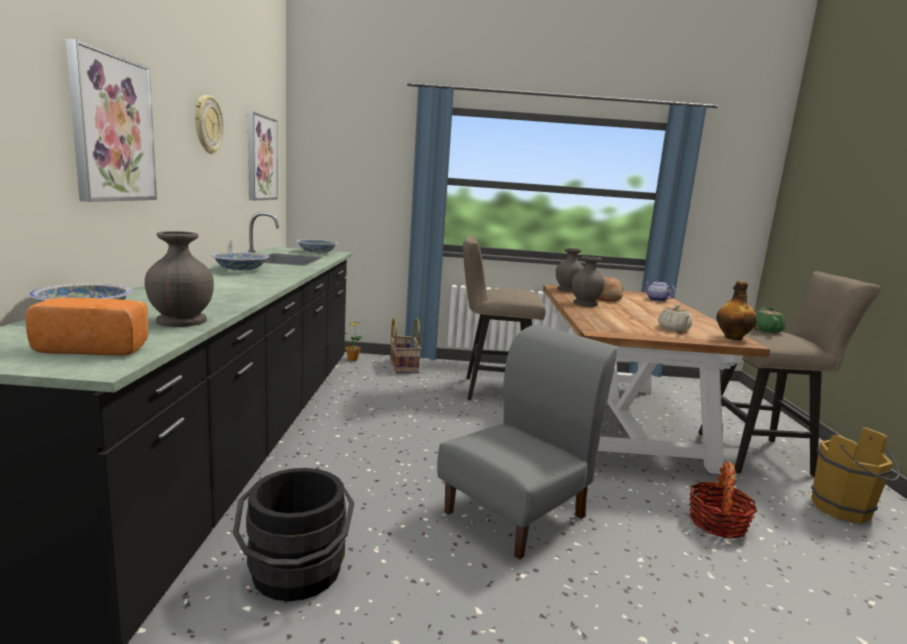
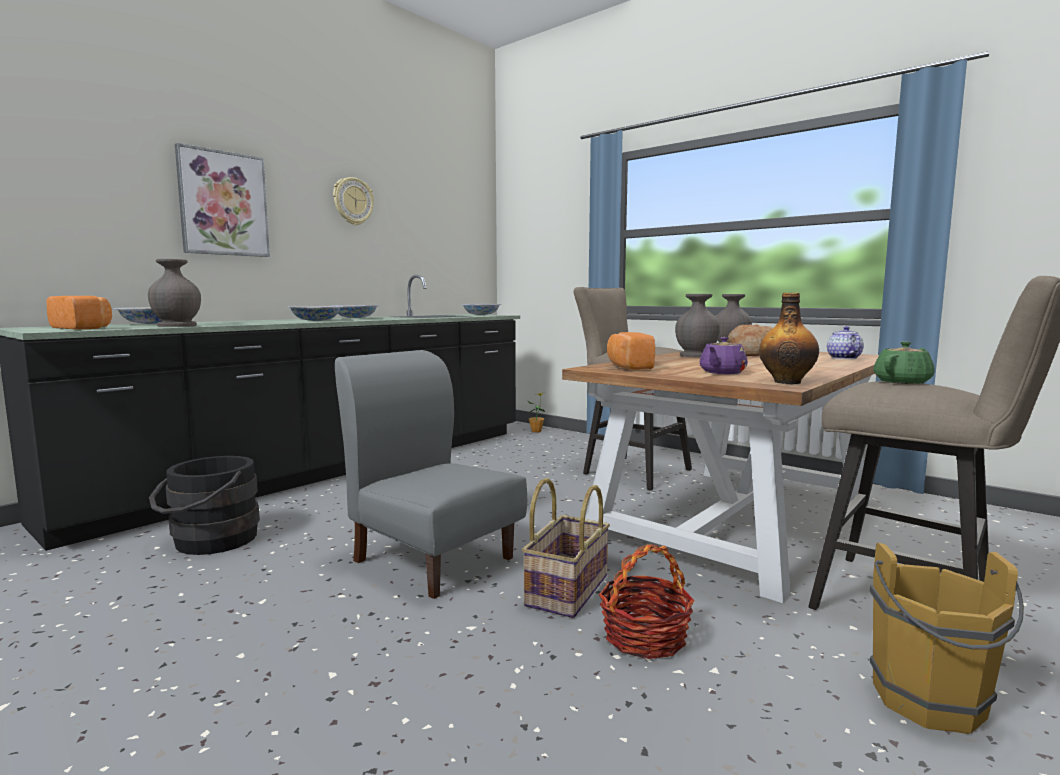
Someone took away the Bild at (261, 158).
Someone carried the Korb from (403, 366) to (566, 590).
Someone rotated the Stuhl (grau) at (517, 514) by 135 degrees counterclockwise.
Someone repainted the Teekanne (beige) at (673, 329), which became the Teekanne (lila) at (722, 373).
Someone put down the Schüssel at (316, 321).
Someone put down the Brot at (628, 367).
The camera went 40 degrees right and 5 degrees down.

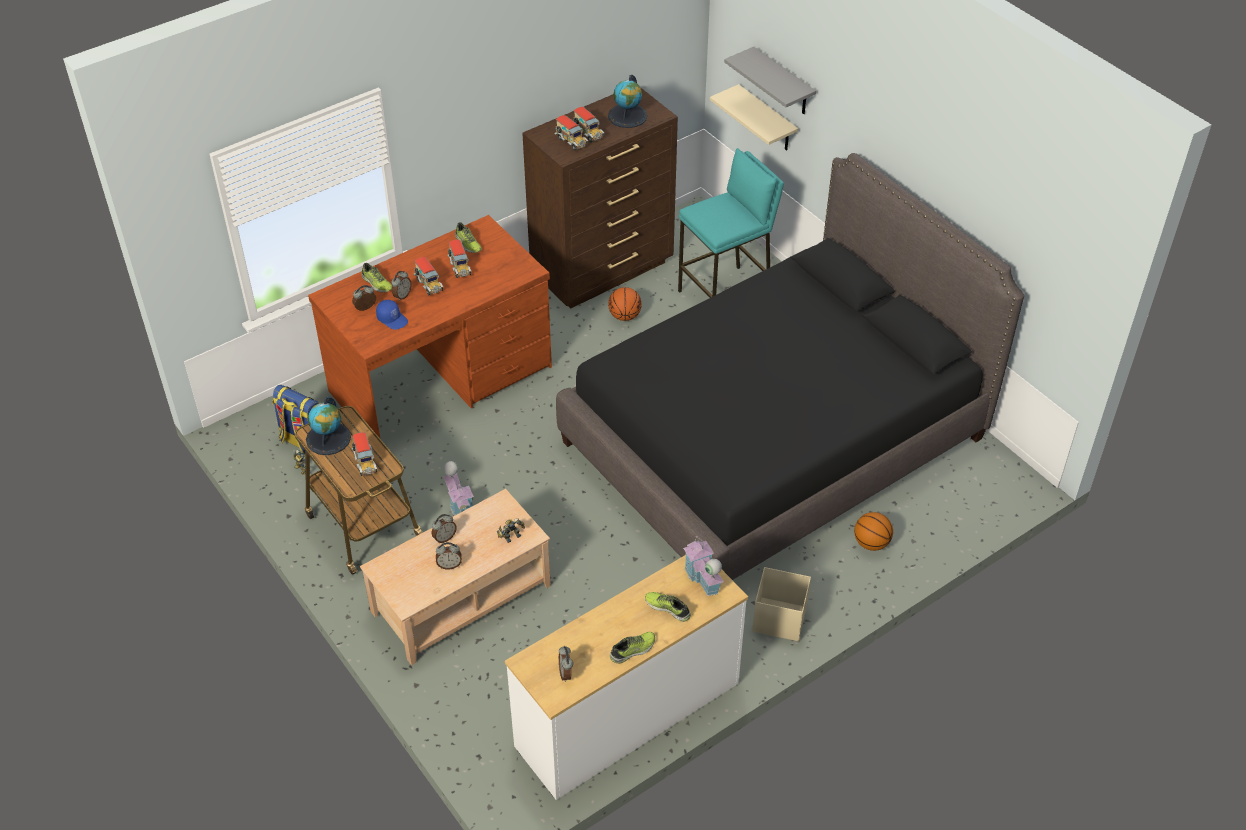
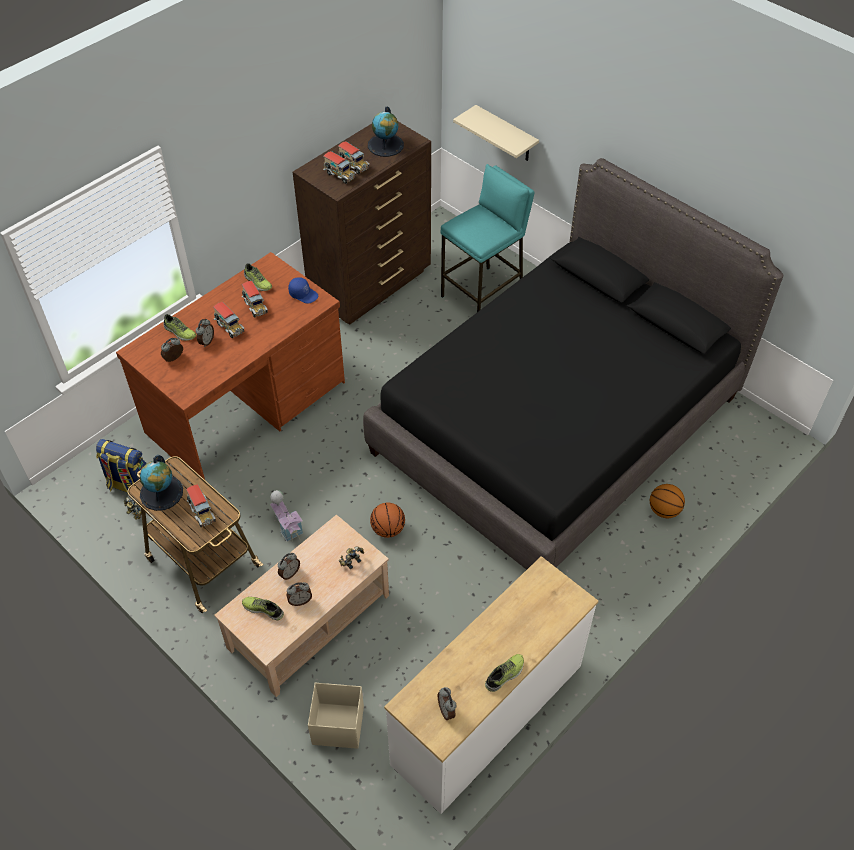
Someone carried the Kappe (blau) from (392, 319) to (303, 294).
Someone carried the Basketball from (625, 316) to (388, 529).
Someone carried the Schuh from (668, 608) to (263, 609).
Someone took away the Spielzeughaus at (702, 579).
Someone took away the Wandregal (grau) at (783, 82).
Someone carried the Aufbewahrungsbox (beige) from (778, 618) to (337, 725).
The camera went 10 degrees left and 5 degrees up.

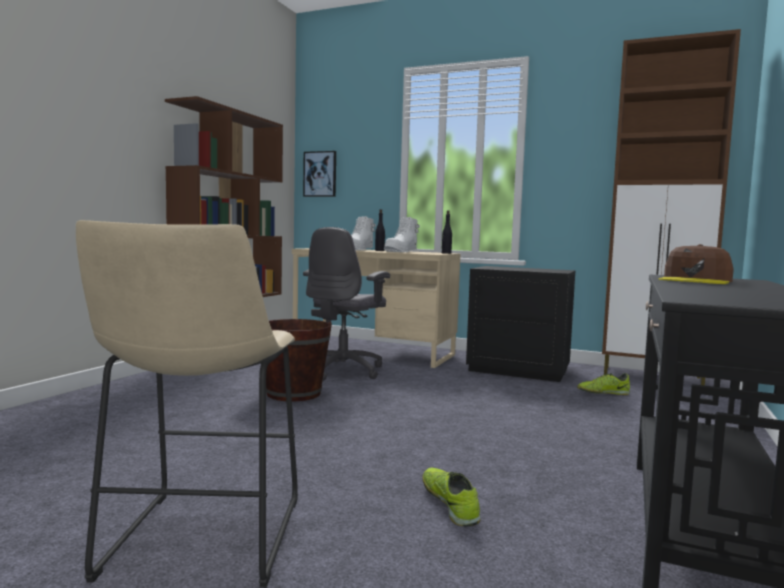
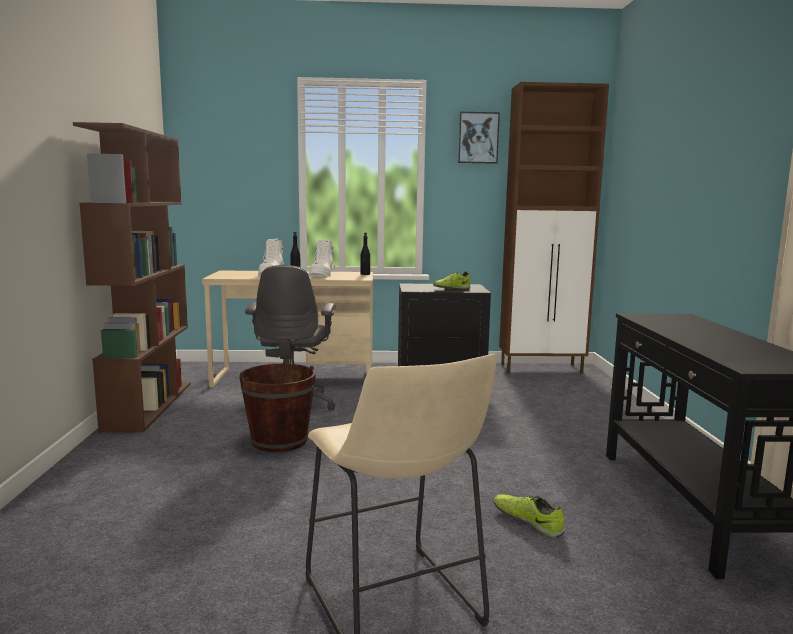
Someone carried the Bild from (320, 174) to (478, 138).
Someone carried the Schuh from (603, 393) to (451, 289).
Someone took away the Kappe (braun) at (695, 281).
The camera went 25 degrees left and 5 degrees up.

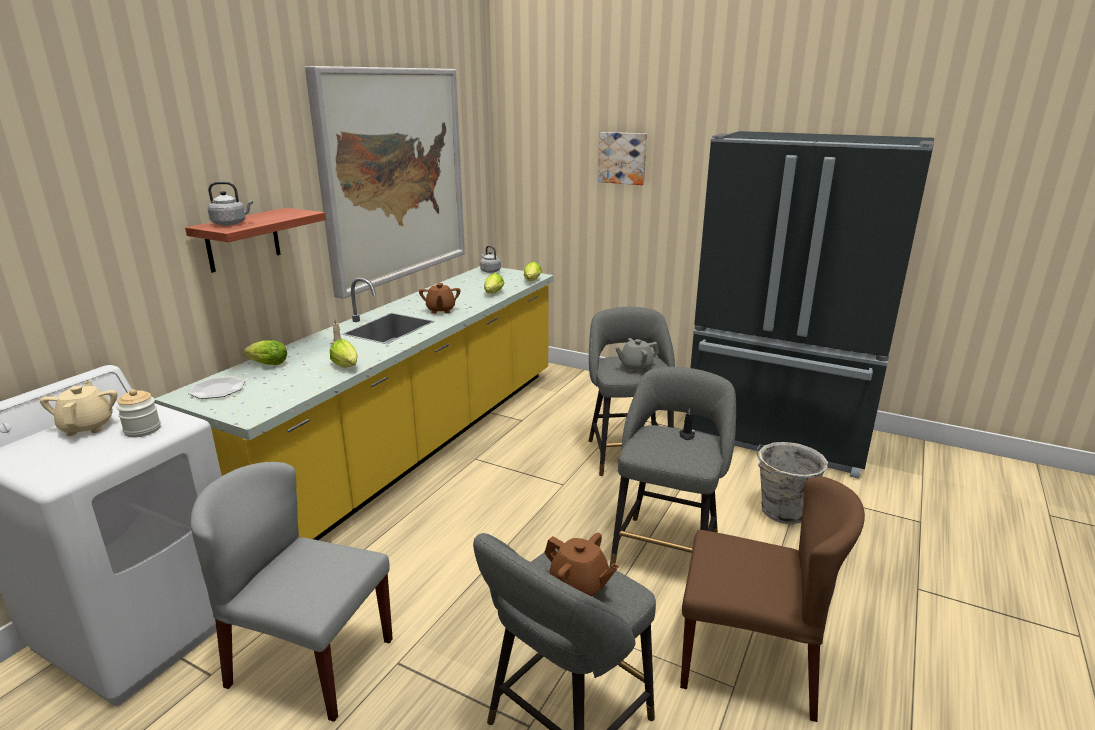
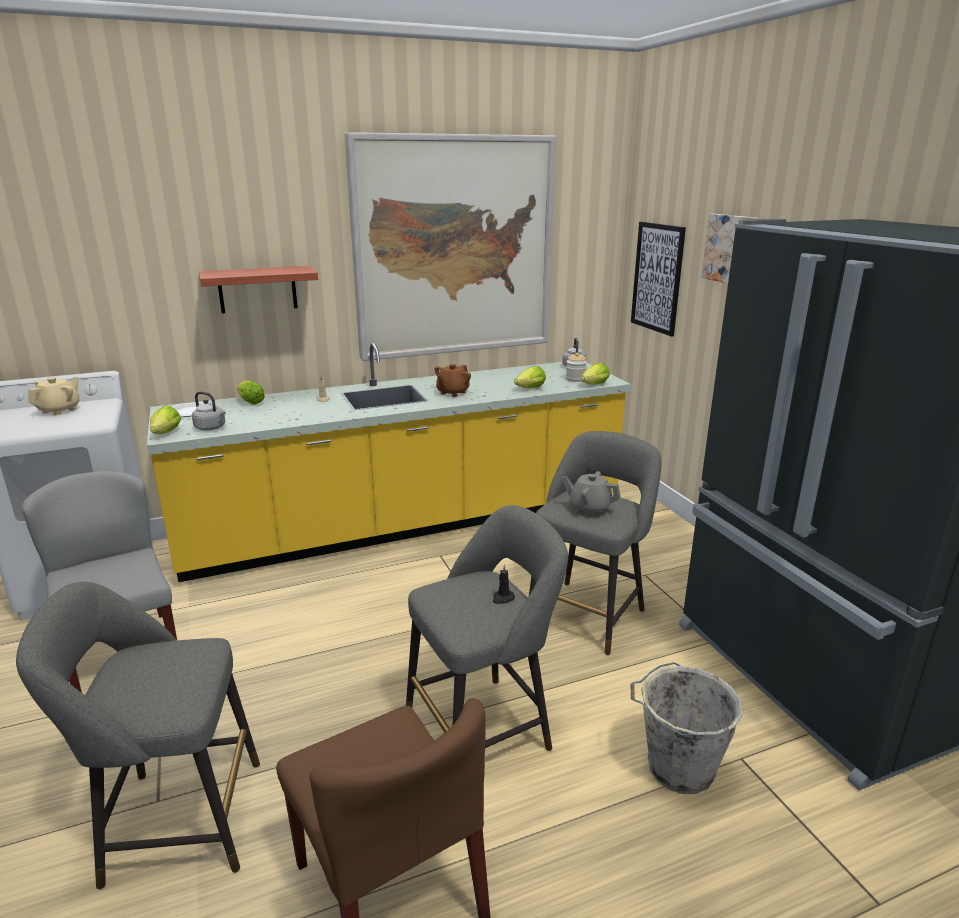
Someone carried the Vorratsglas from (142, 430) to (575, 379).
Someone carried the Wasserkessel (grau) from (231, 223) to (211, 428).
Someone carried the Salatkopf from (347, 367) to (165, 434).
Someone took away the Teekanne (braun) at (579, 586).
Someone put up the Bild at (657, 278).
The camera went 40 degrees right and 0 degrees up.

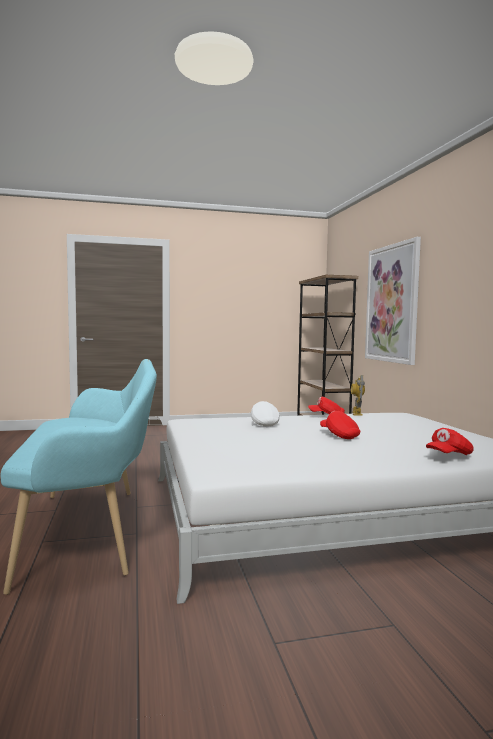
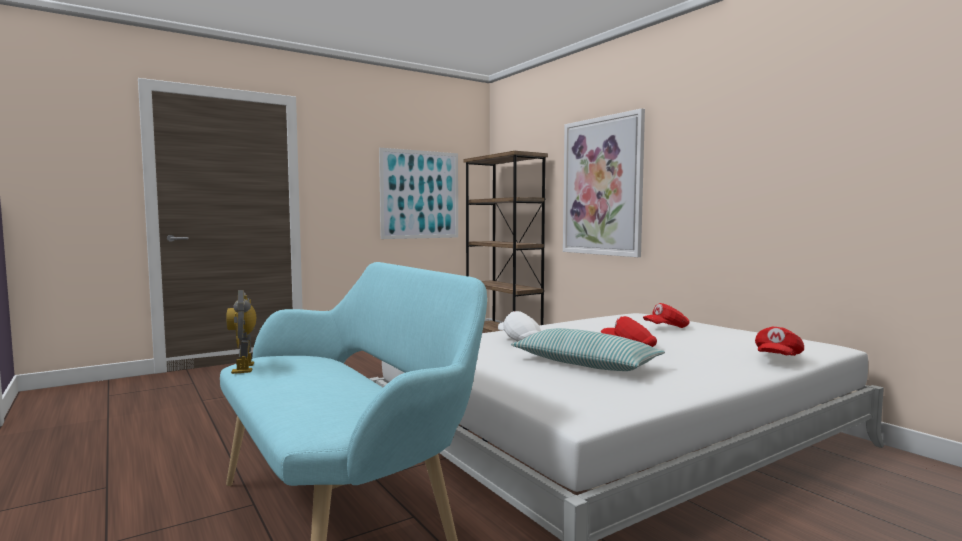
Someone carried the Kappe (rot) from (326, 416) to (666, 328).
Someone carried the Spielzeugroboter from (357, 413) to (244, 368).
Someone put up the Bild at (420, 194).
Someone put down the Kissen at (585, 364).
The camera went 20 degrees left and 0 degrees up.

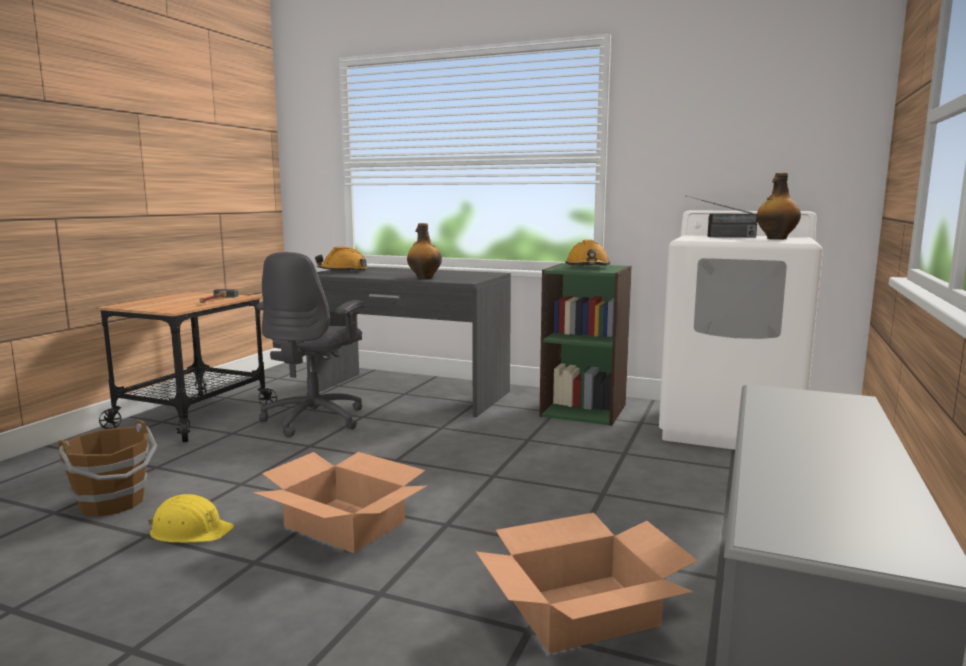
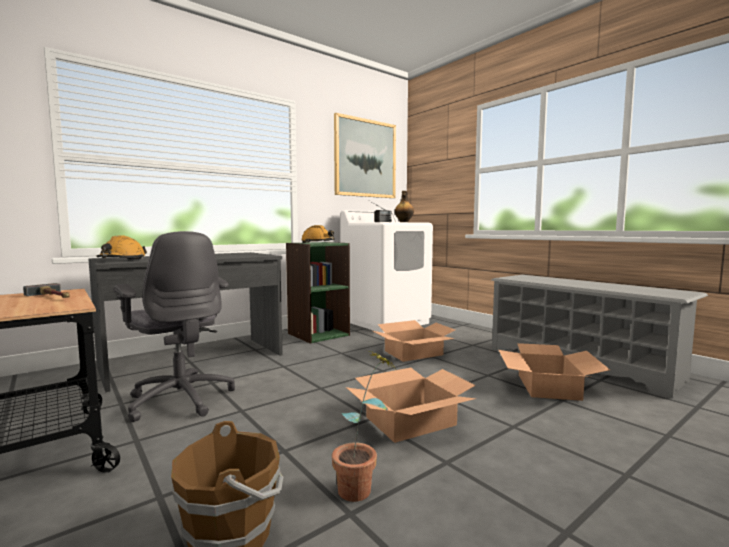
Someone swapped the Schutzhelm (gelb) at (190, 531) for the Topfpflanze at (363, 486).
Someone took away the Flasche at (424, 278).
Someone put up the Bild at (365, 158).
Someone put down the Karton at (413, 353).
The camera went 60 degrees left and 5 degrees down.

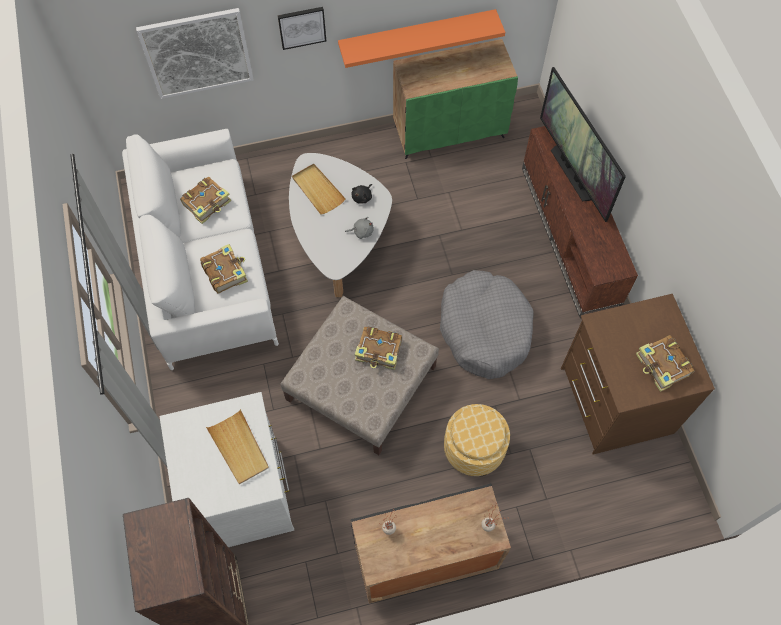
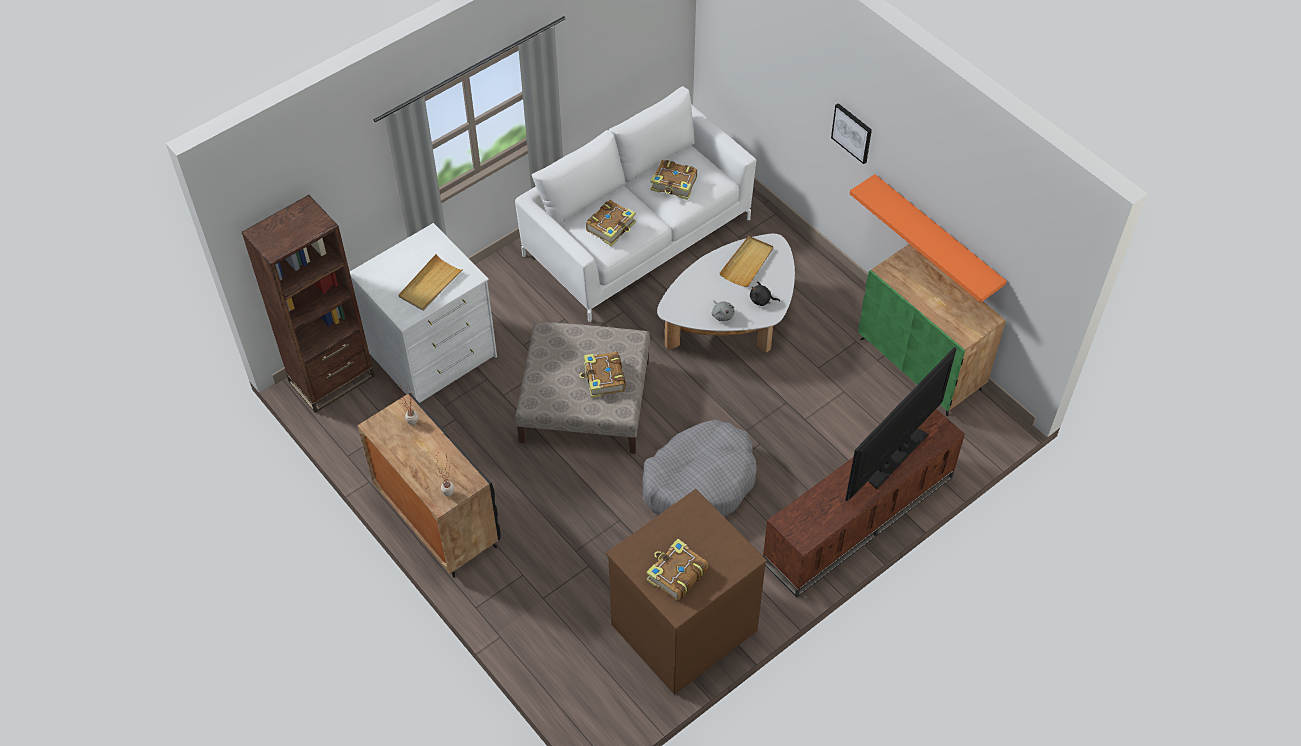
Someone took away the Bild at (197, 53).
Someone took away the Polsterhocker at (474, 448).
The camera went 65 degrees right and 10 degrees down.

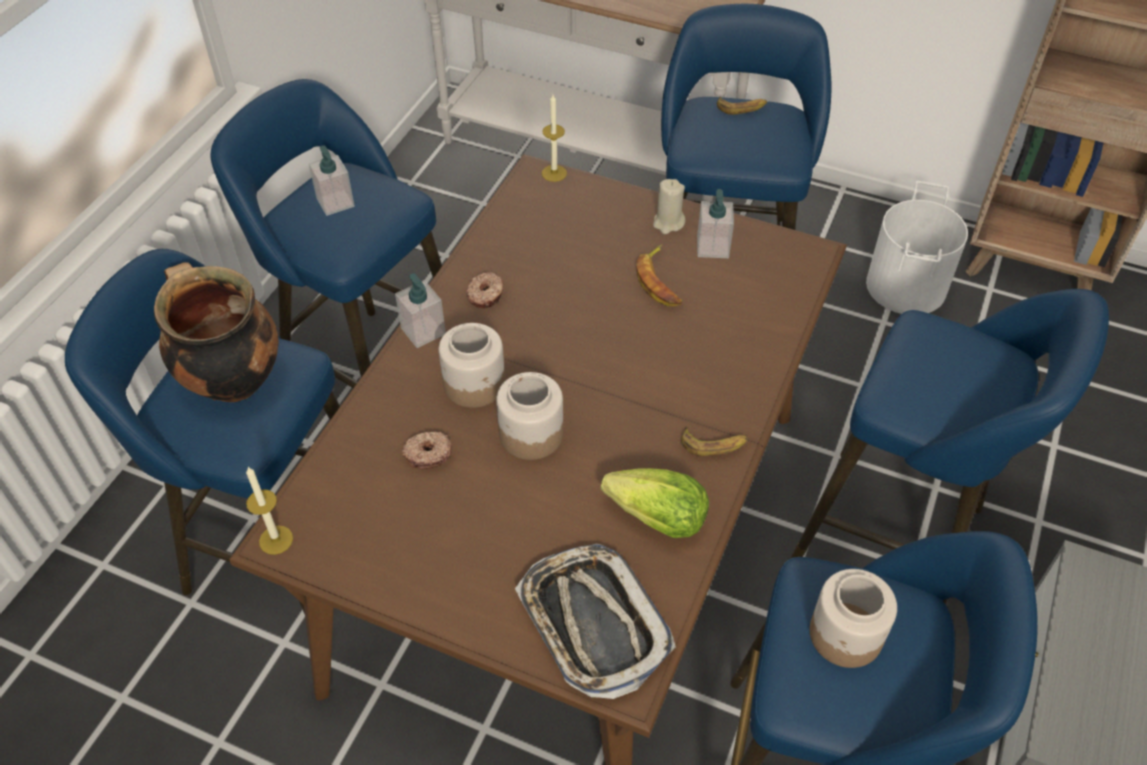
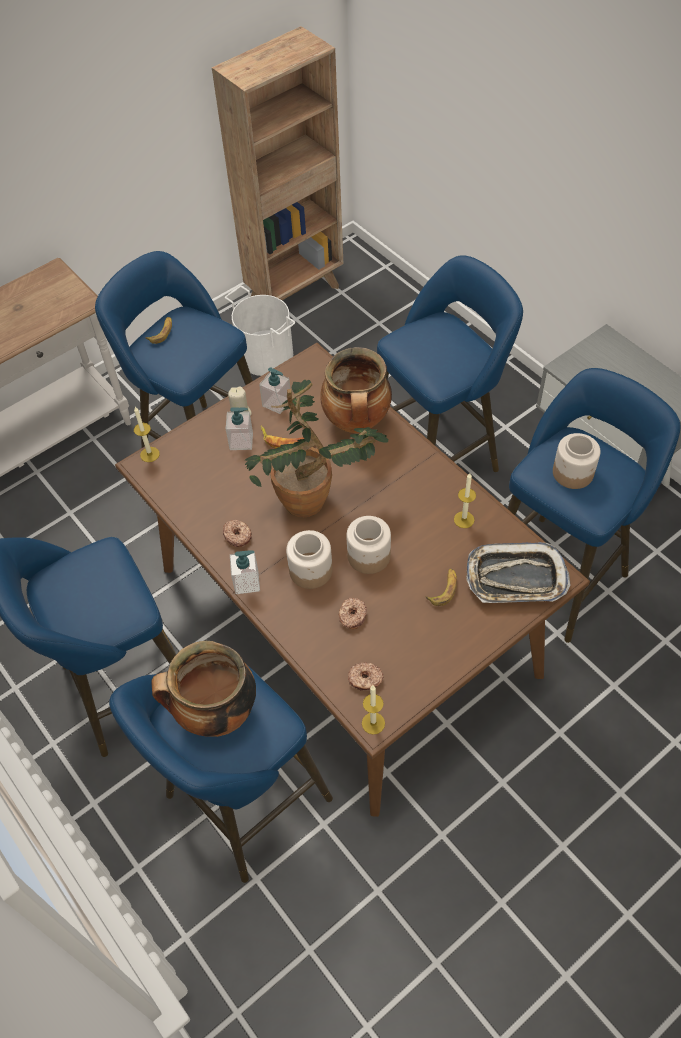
Someone carried the Seifenspender from (335, 202) to (241, 441).
Someone swapped the Salatkopf at (658, 519) for the Kerze at (464, 519).
Someone carried the Banane from (714, 444) to (443, 589).
Someone put down the Topfpflanze at (315, 501).
Someone put down the Kochtopf at (357, 422).
Someone put down the Donut at (365, 679).
The camera went 60 degrees left and 5 degrees up.

